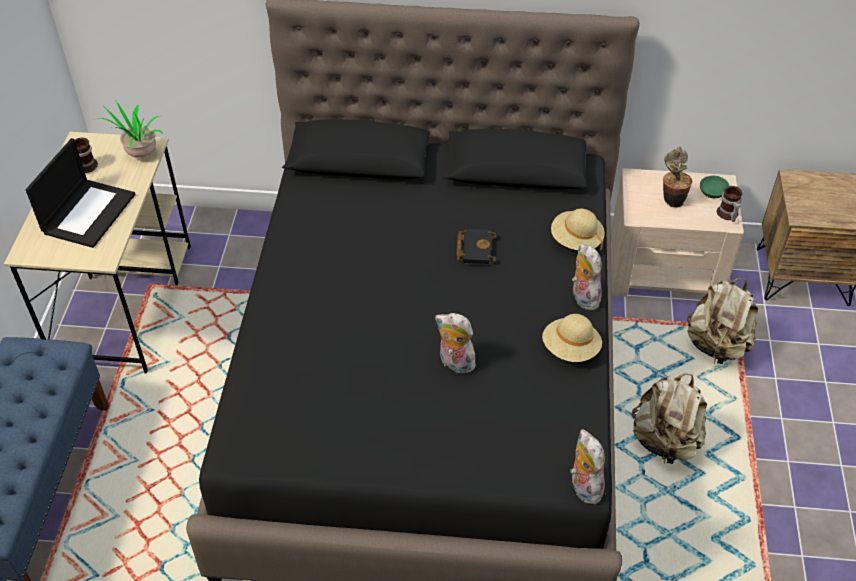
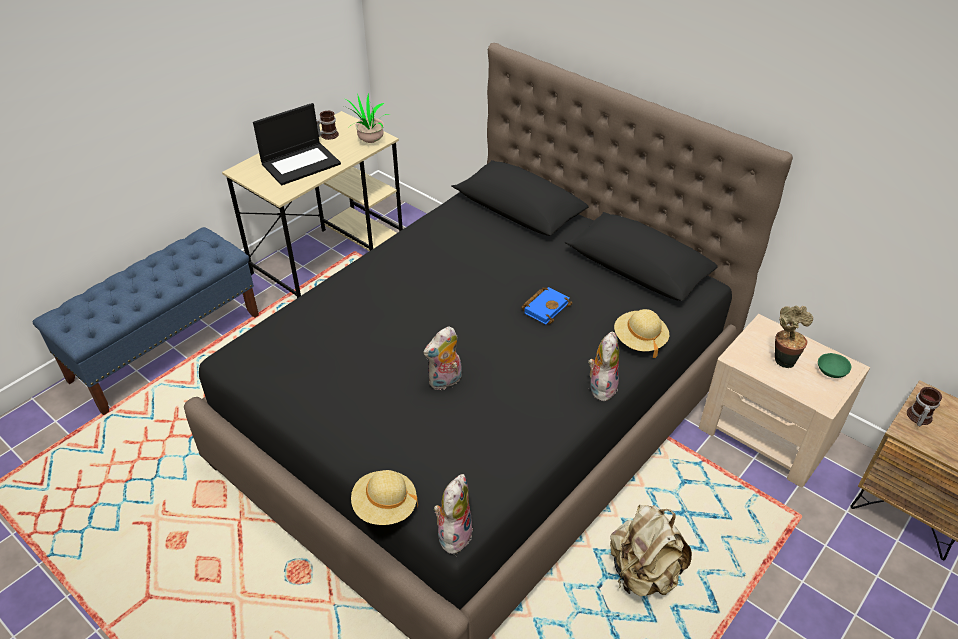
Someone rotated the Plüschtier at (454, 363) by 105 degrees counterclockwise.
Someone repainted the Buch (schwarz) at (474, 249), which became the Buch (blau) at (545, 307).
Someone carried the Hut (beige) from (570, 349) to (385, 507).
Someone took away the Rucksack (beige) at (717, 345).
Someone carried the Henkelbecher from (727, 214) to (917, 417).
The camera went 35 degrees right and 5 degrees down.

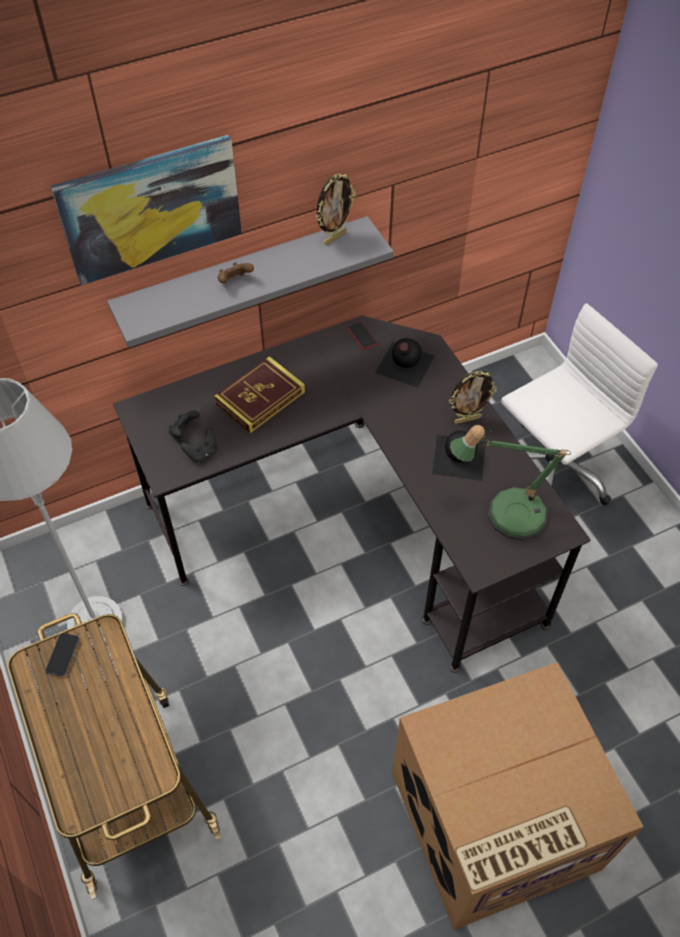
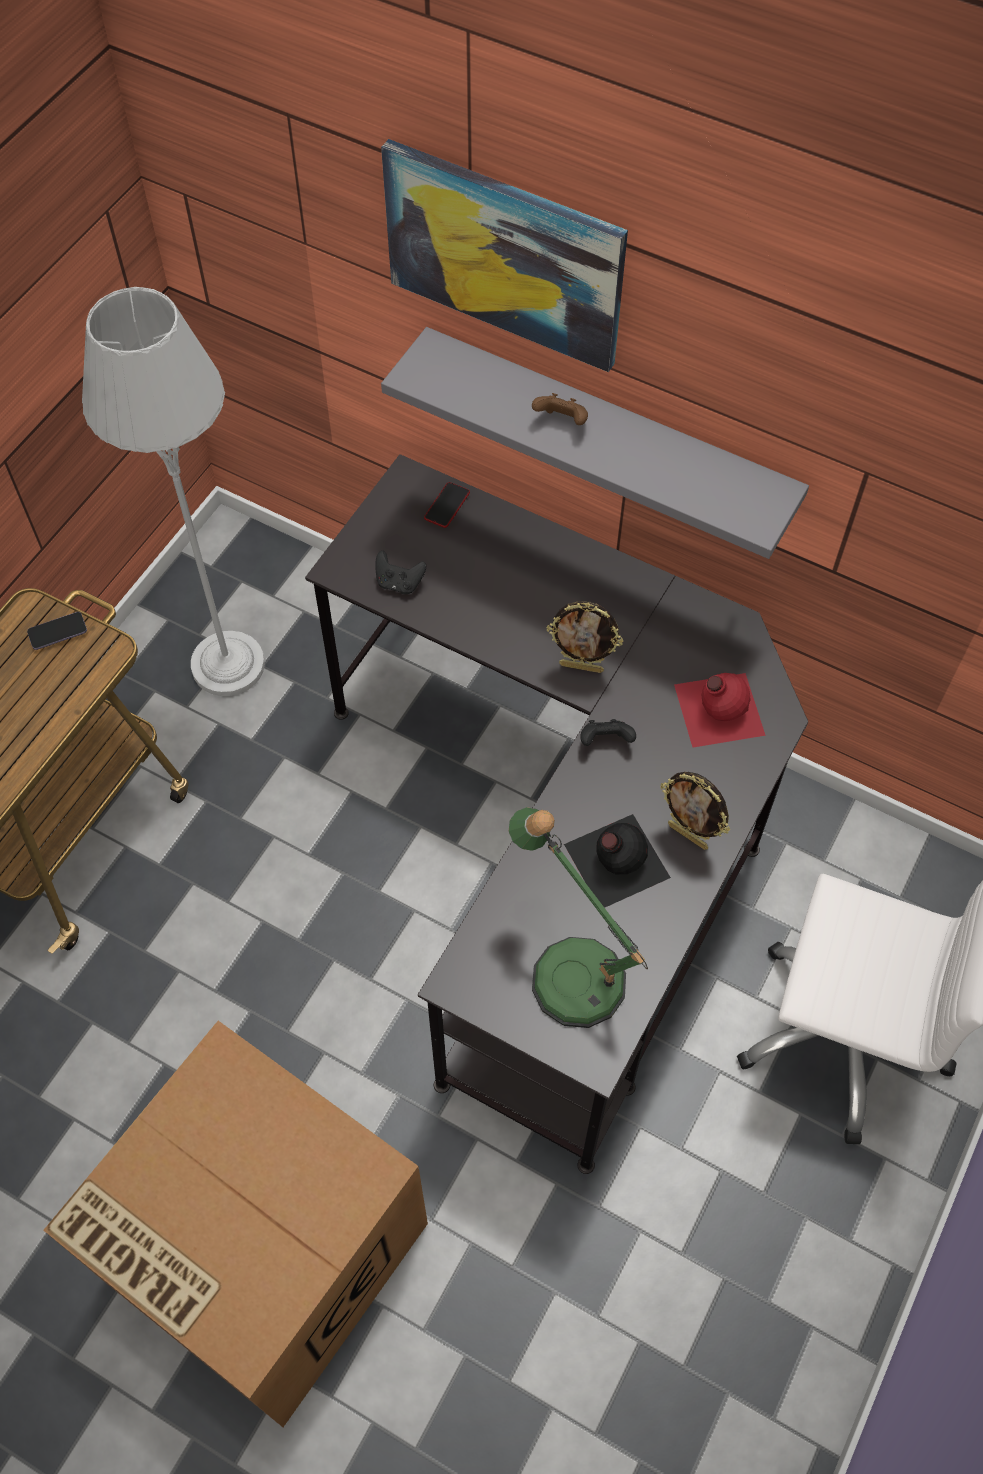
Someone carried the Gamepad (schwarz) from (184, 431) to (605, 741).
Someone took away the Buch at (260, 398).
Someone carried the Bilderrahmen from (334, 237) to (581, 667).
Someone carried the Handy from (362, 336) to (447, 505).
Someone repainted the Flasche (schwarz) at (404, 364), which became the Flasche (rot) at (717, 708).
The camera went 55 degrees right and 5 degrees up.

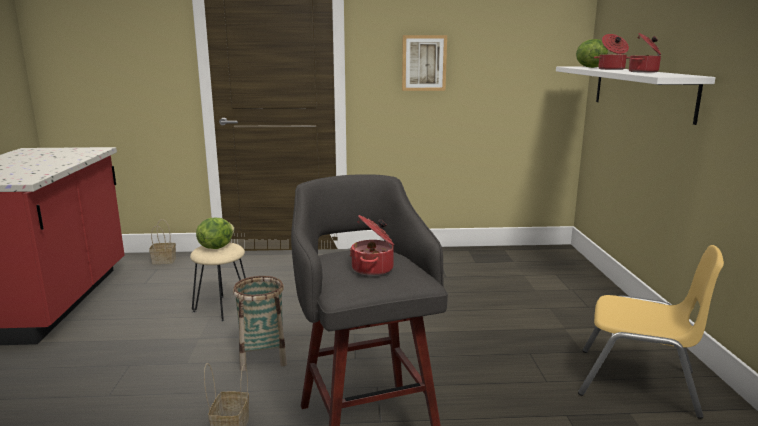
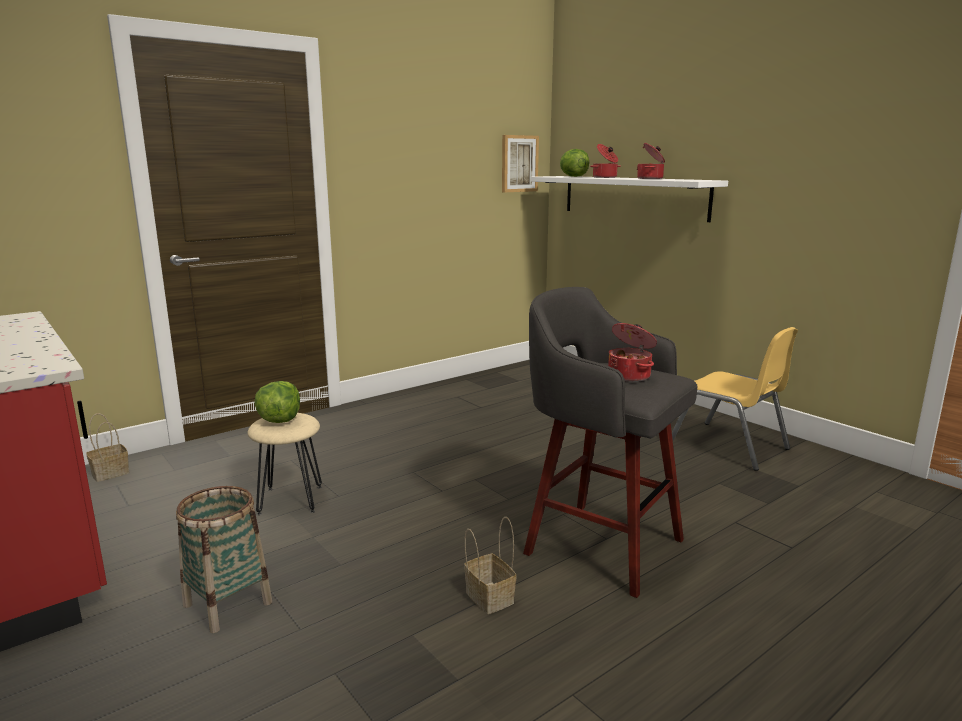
Someone carried the Korb from (263, 357) to (228, 604).
Someone carried the Bild from (424, 63) to (519, 163).
Someone rotated the Stuhl (gelb) at (637, 383) by 60 degrees clockwise.
The camera went 35 degrees left and 0 degrees up.

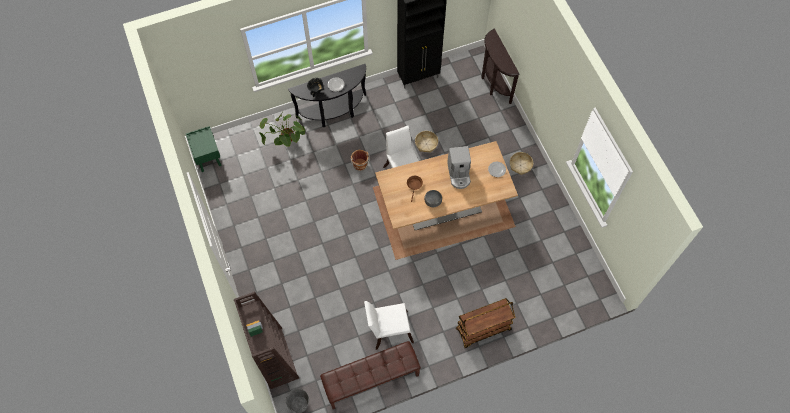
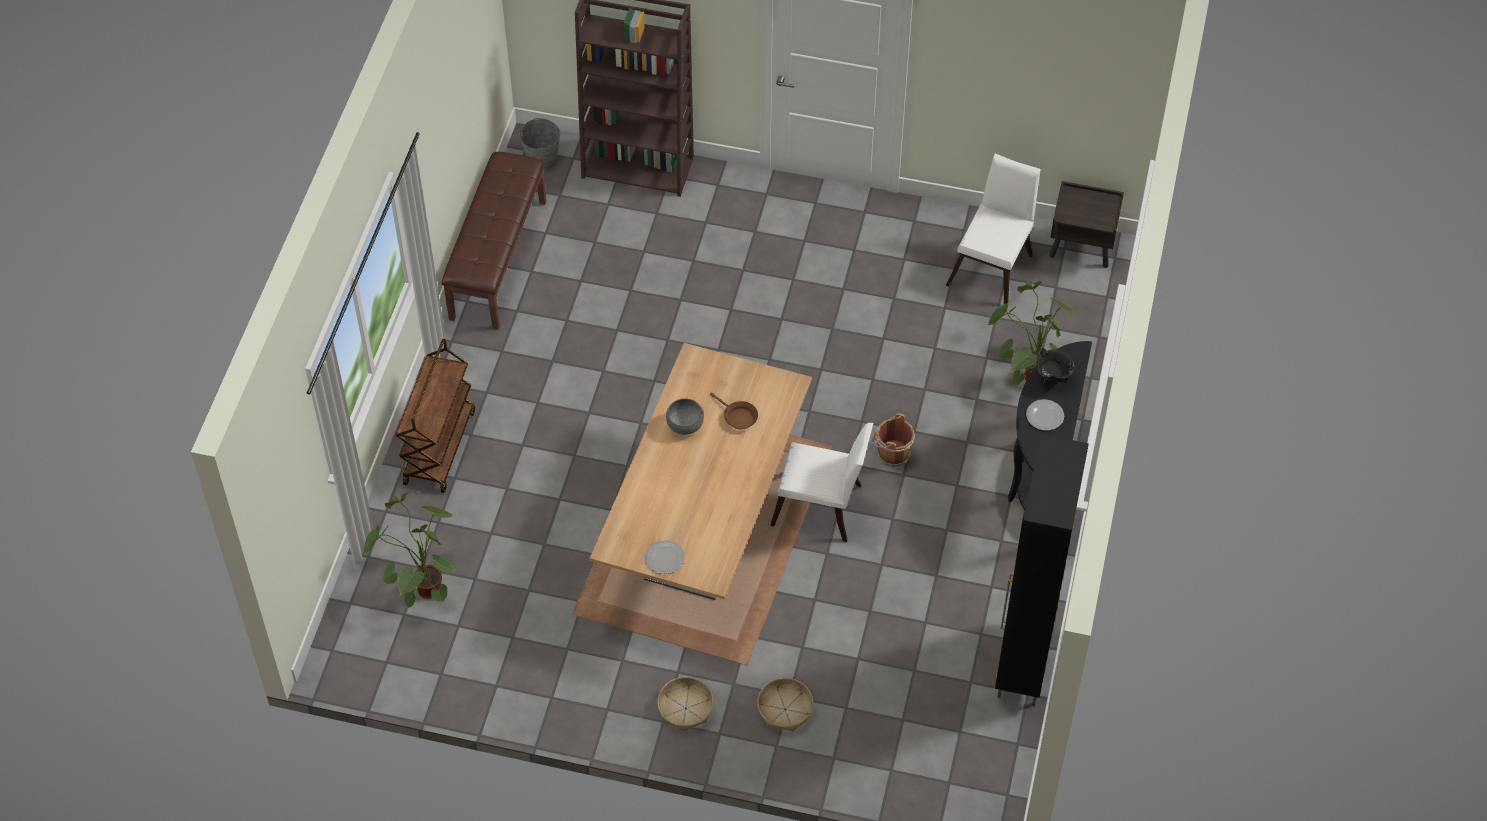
Someone repainted the Nachttisch (grün) at (207, 157), which became the Nachttisch (braun) at (1082, 247).
Someone carried the Stuhl (weiß) from (388, 330) to (993, 266).
Someone carried the Korb from (426, 144) to (785, 709).
Someone took away the Kaffeemaschine at (459, 174).
Someone took away the Konsolentisch (braun) at (493, 84).
Someone put down the Topfpflanze at (420, 583).
The camera went 125 degrees right and 10 degrees down.

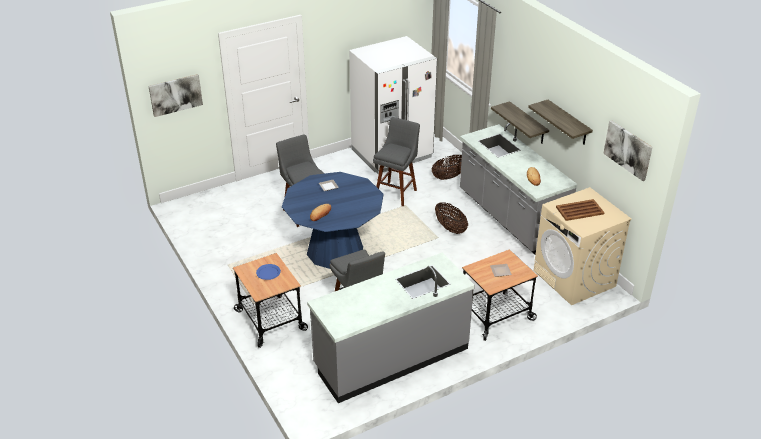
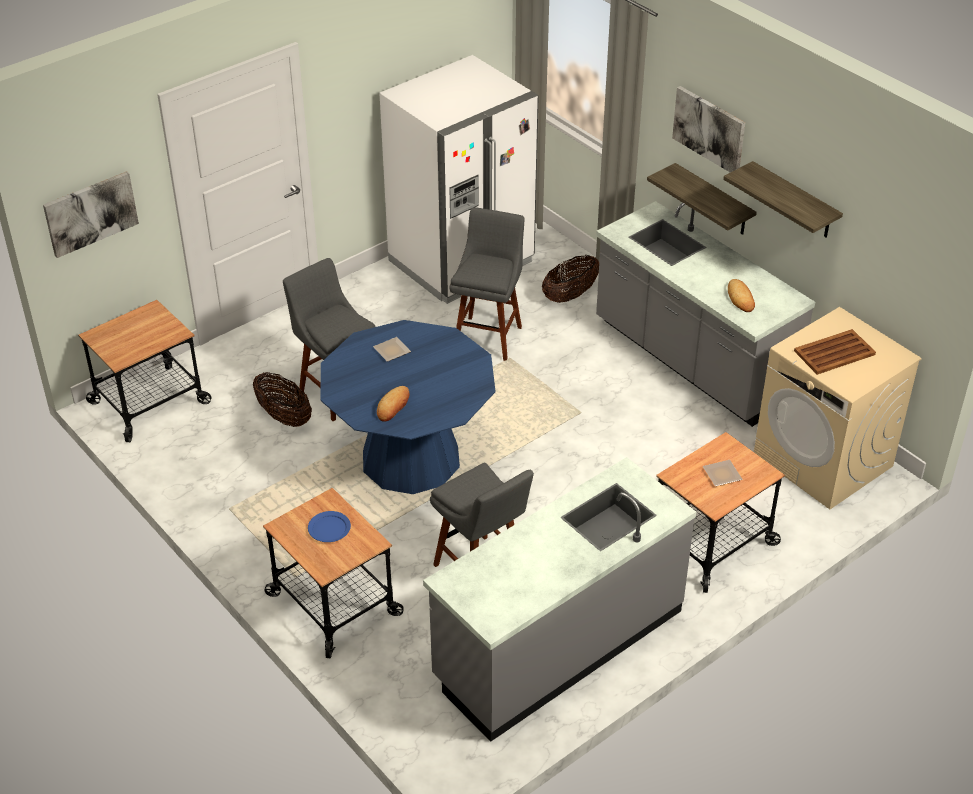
Someone carried the Korb from (450, 228) to (284, 416).
Someone carried the Bild from (628, 150) to (709, 129).
Someone put down the Rollwagen at (149, 402).
The camera went 10 degrees left and 5 degrees up.

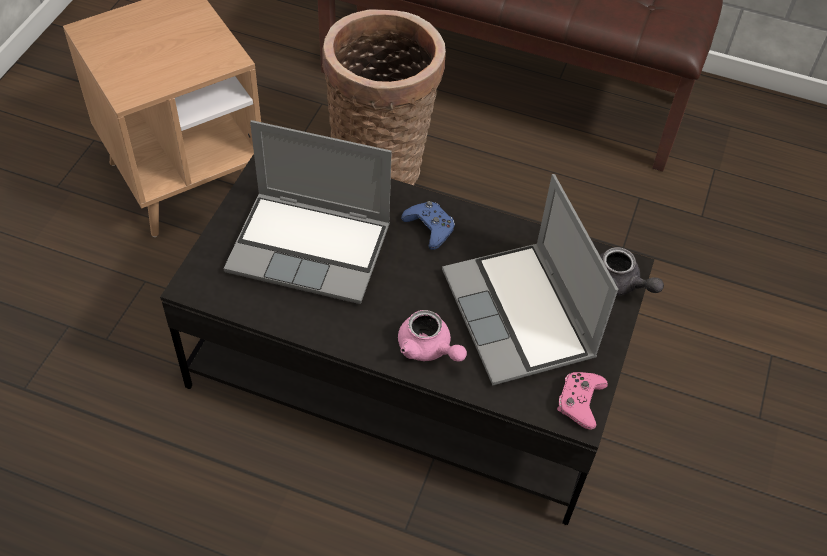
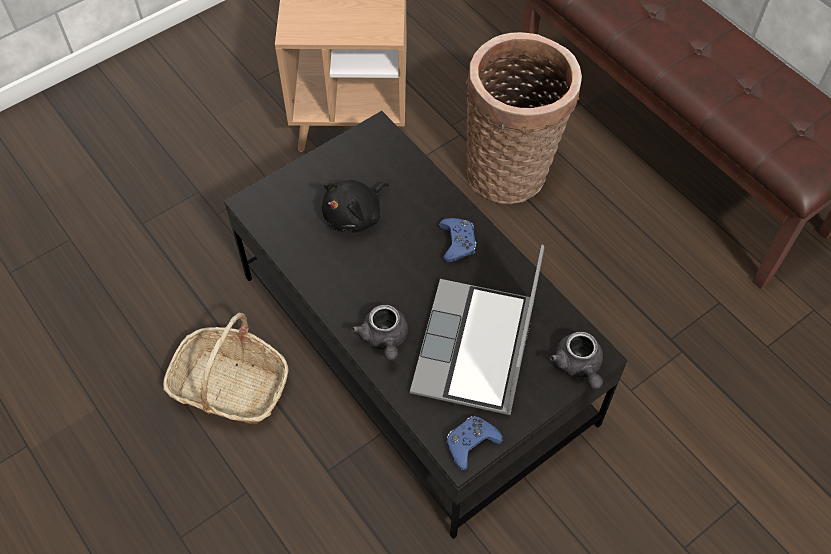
Someone swapped the Laptop at (312, 248) for the Plüschtier (schwarz) at (355, 215).
Someone repainted the Teekanne (rosa) at (428, 349), which became the Teekanne (grau) at (384, 339).
Someone repainted the Gamepad (rosa) at (580, 402), which became the Gamepad (blau) at (471, 443).
Someone put down the Korb at (230, 386).
The camera went 35 degrees right and 5 degrees up.

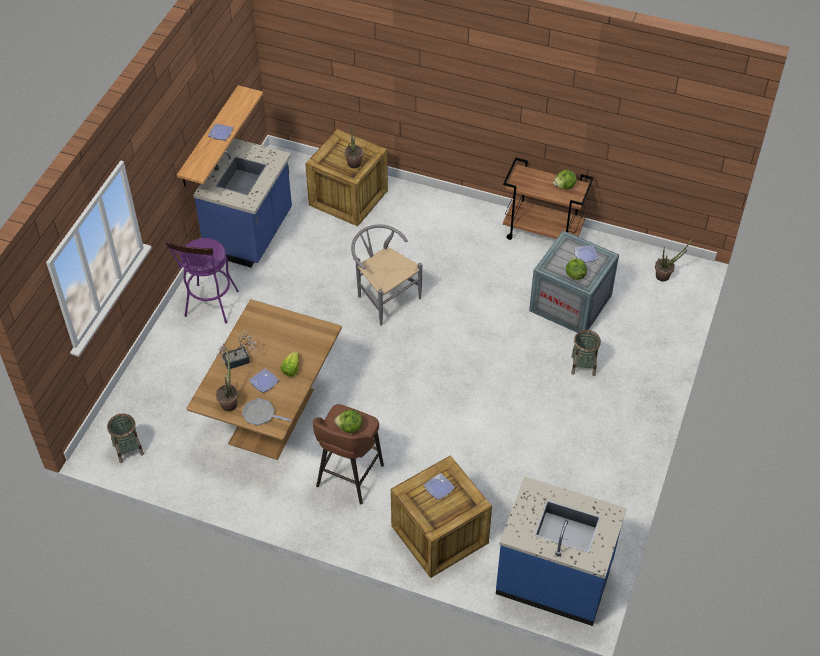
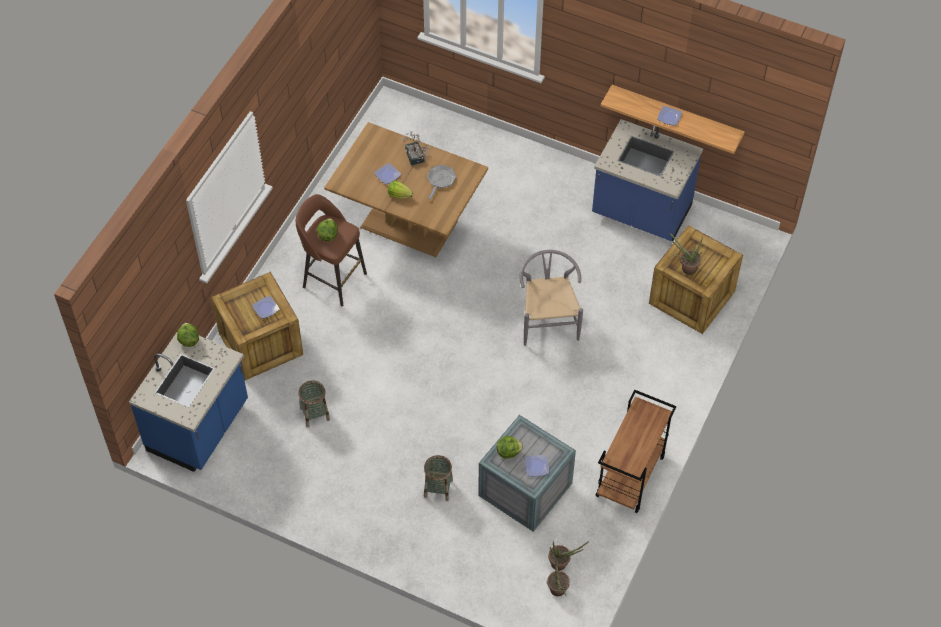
Someone carried the Korb from (128, 449) to (315, 414).
Someone took away the Hocker (lila) at (210, 307).
Someone carried the Topfpflanze from (229, 401) to (562, 564).
Someone carried the Pfanne from (260, 414) to (440, 180).
Someone rotated the Stuhl (grau) at (383, 296) by 60 degrees counterclockwise.
Someone carried the Salatkopf from (564, 186) to (189, 340).
The camera went 95 degrees right and 5 degrees up.

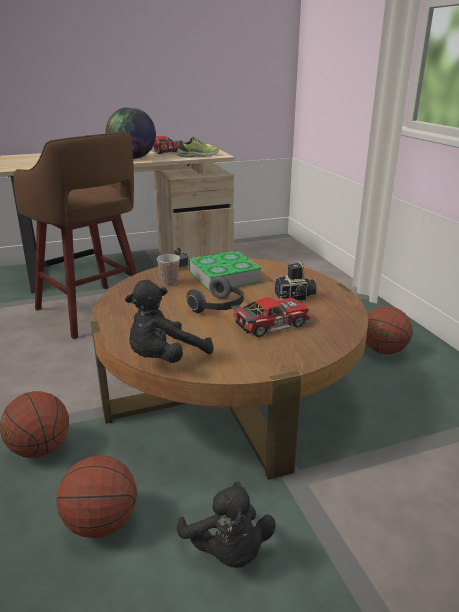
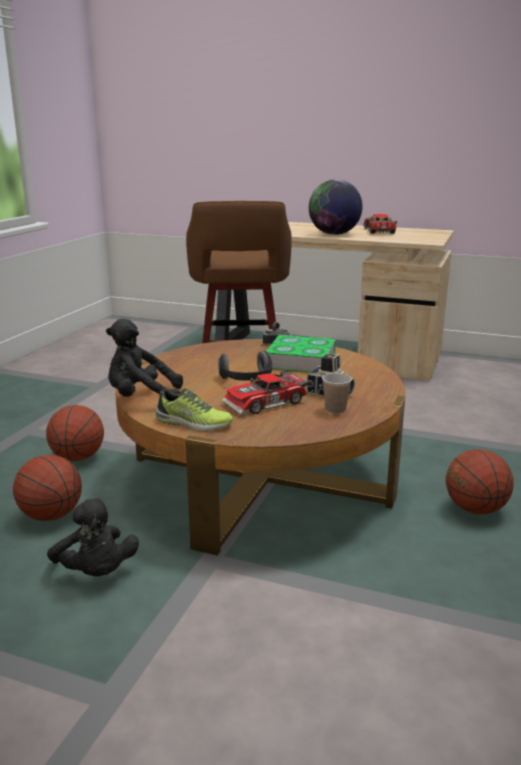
Someone carried the Tasse from (169, 283) to (335, 410).
Someone carried the Schuh from (198, 156) to (193, 423).
Someone rotated the Plüschtier (schwarz) at (228, 551) by 45 degrees counterclockwise.
Someone rotated the Spielzeugauto at (270, 322) by 135 degrees clockwise.
The camera went 40 degrees right and 5 degrees down.

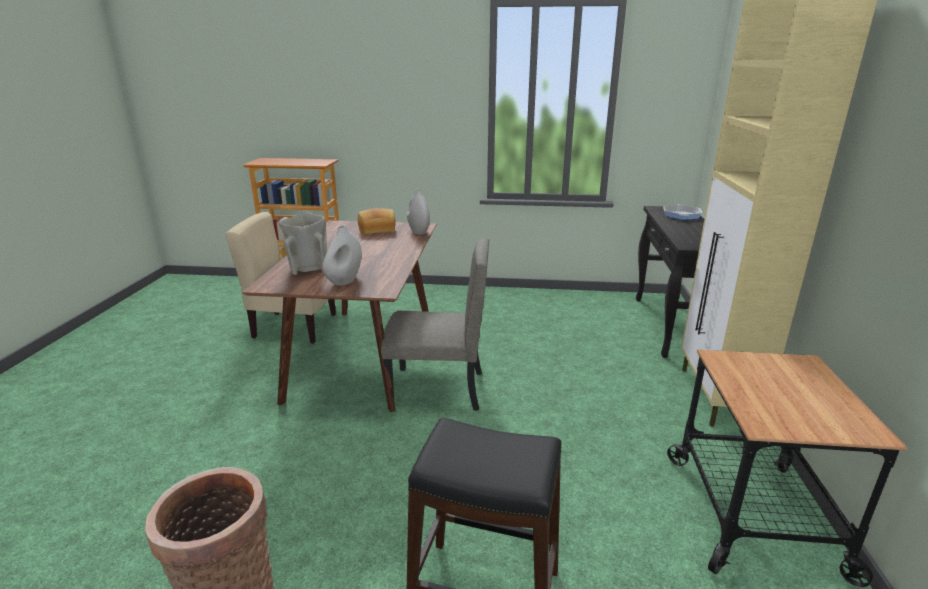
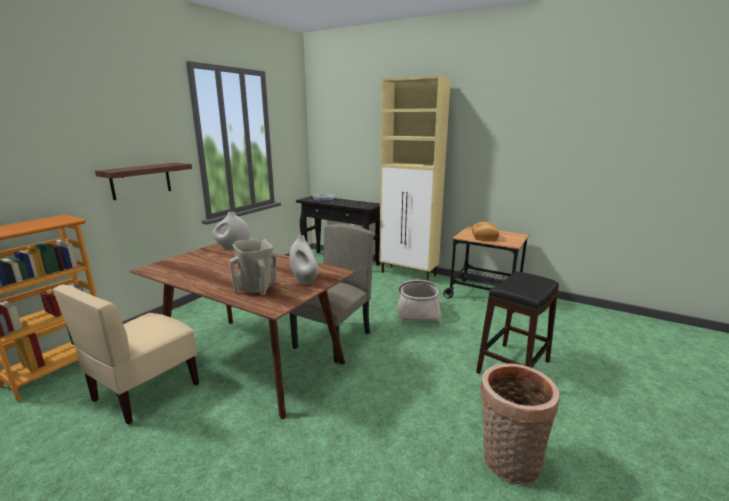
Someone carried the Brot from (377, 229) to (483, 237).
Someone put up the Wandregal at (141, 180).
Someone put down the Korb at (418, 311).
The camera went 65 degrees left and 5 degrees down.

